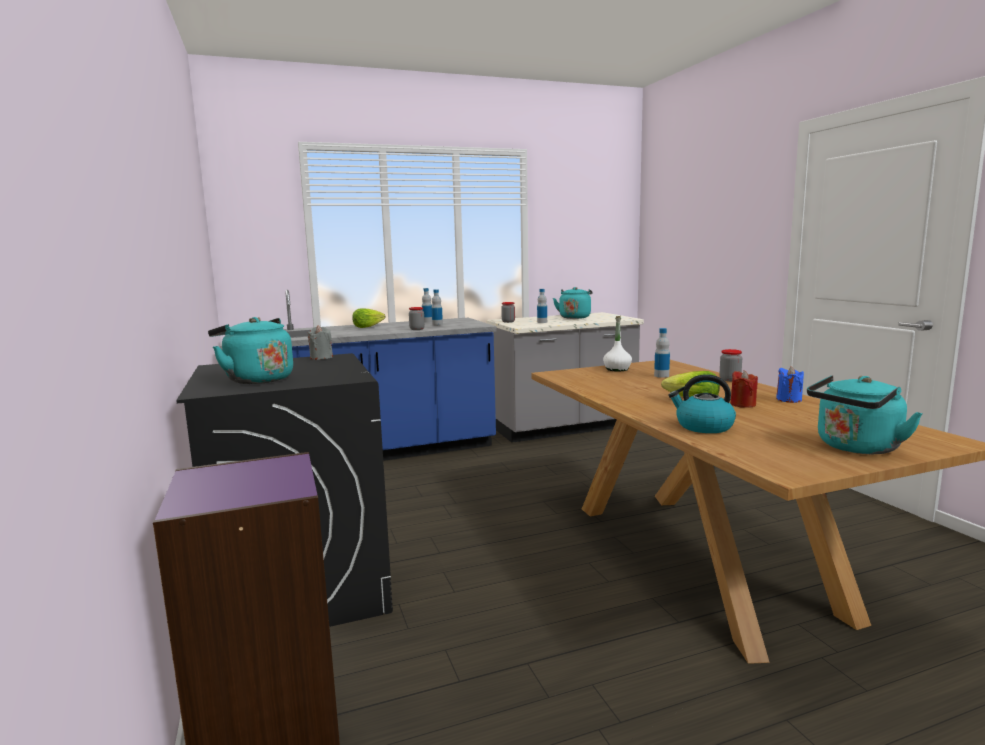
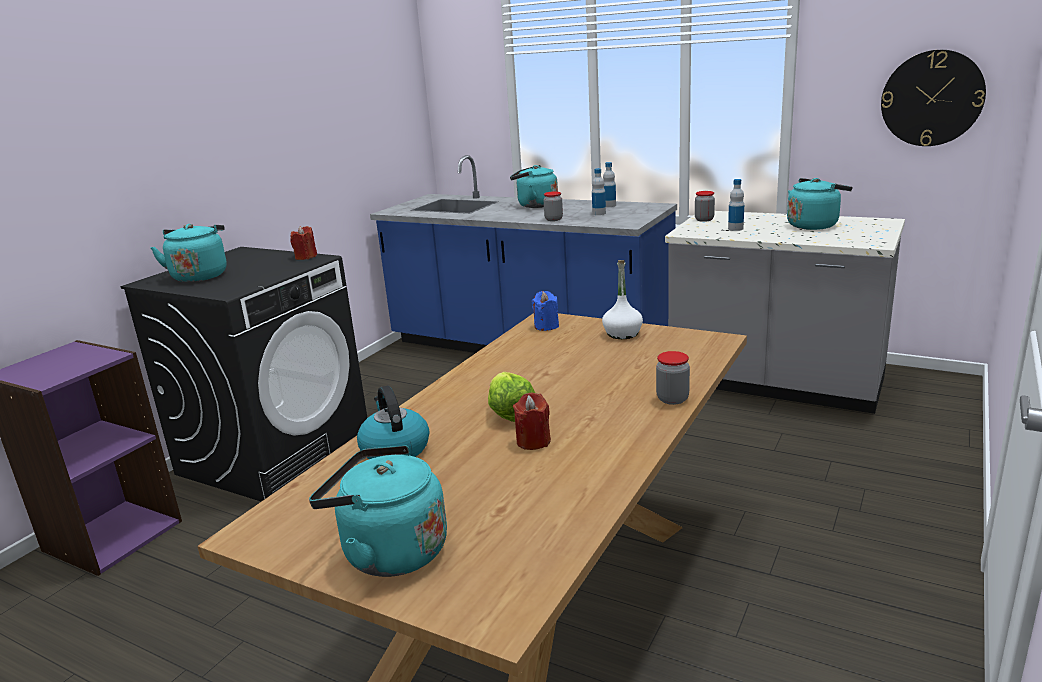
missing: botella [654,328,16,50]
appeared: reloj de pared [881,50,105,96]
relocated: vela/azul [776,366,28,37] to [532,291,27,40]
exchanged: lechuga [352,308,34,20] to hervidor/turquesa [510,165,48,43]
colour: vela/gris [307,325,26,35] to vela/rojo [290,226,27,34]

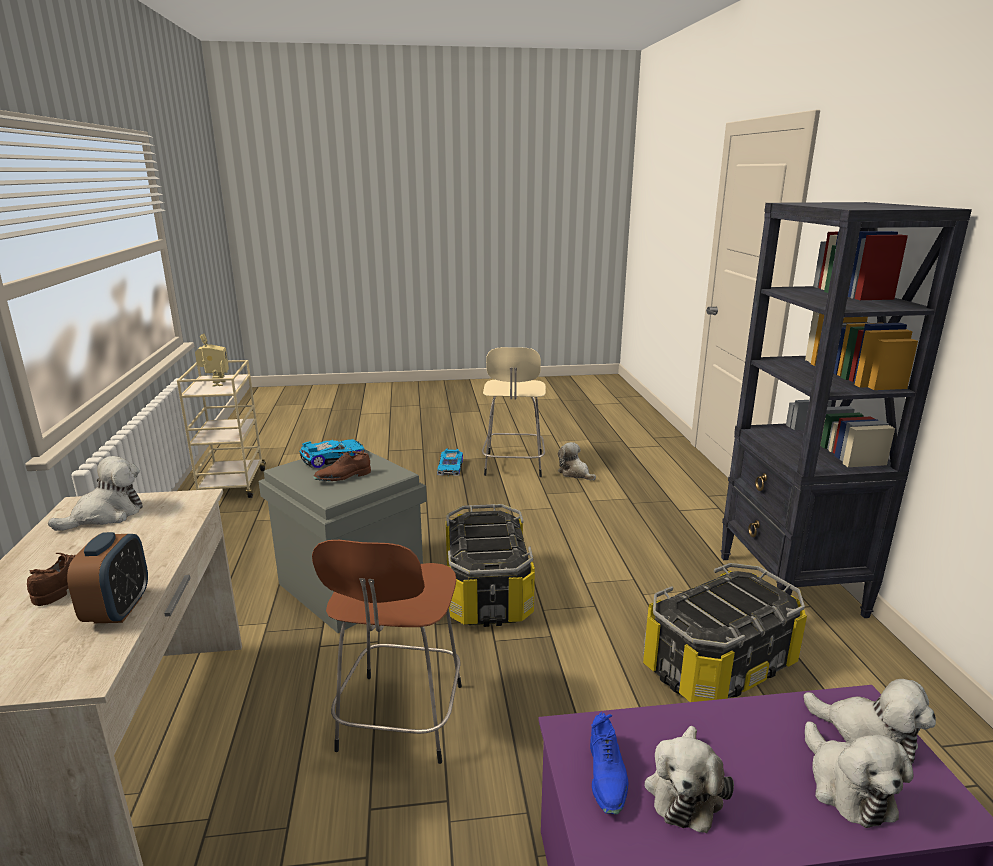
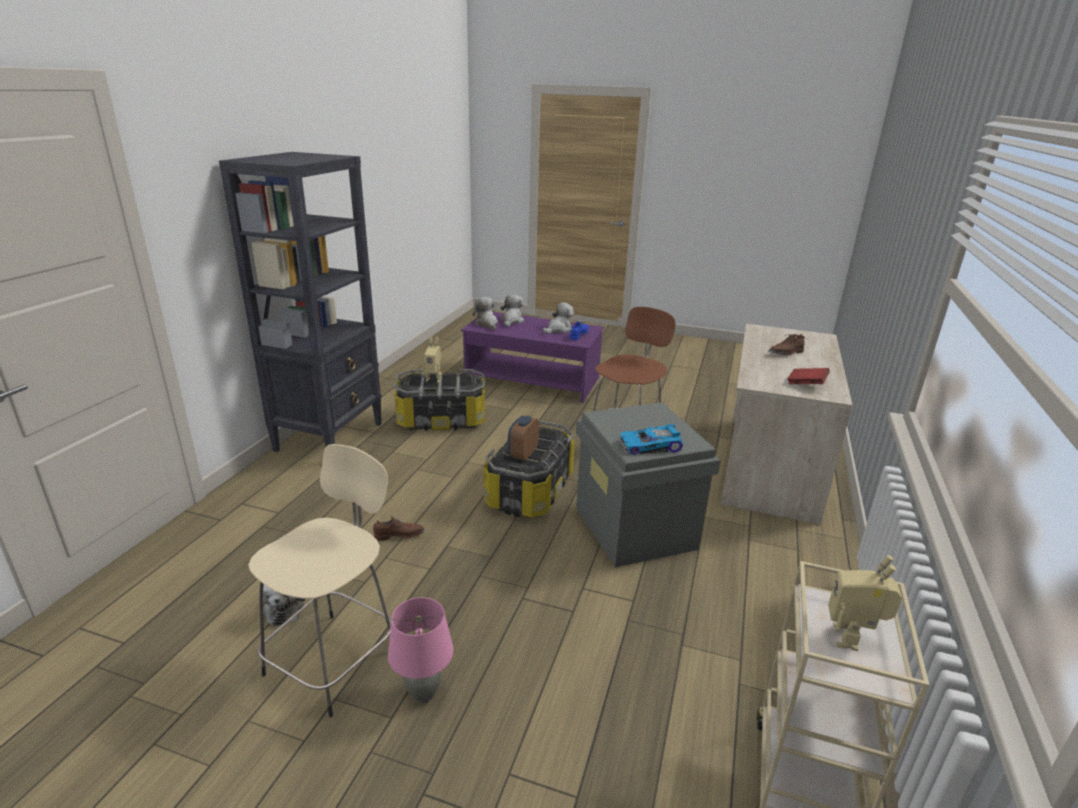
appeared: robot de juguete [422,336,19,47]
relocated: zapato/marrón [313,450,58,31] to [373,516,52,25]; despertador [67,532,81,91] to [508,416,31,44]
exchanged: coche de juguete [437,448,26,28] to lámpara de mesa/rosa [388,597,65,106]; peluche [48,456,95,75] to libro/rojo [788,368,42,16]

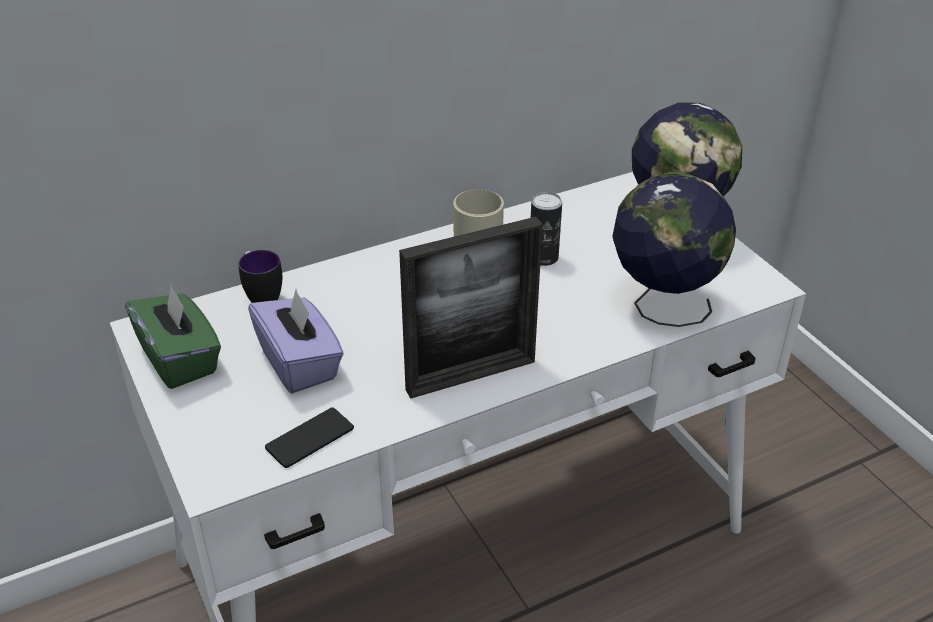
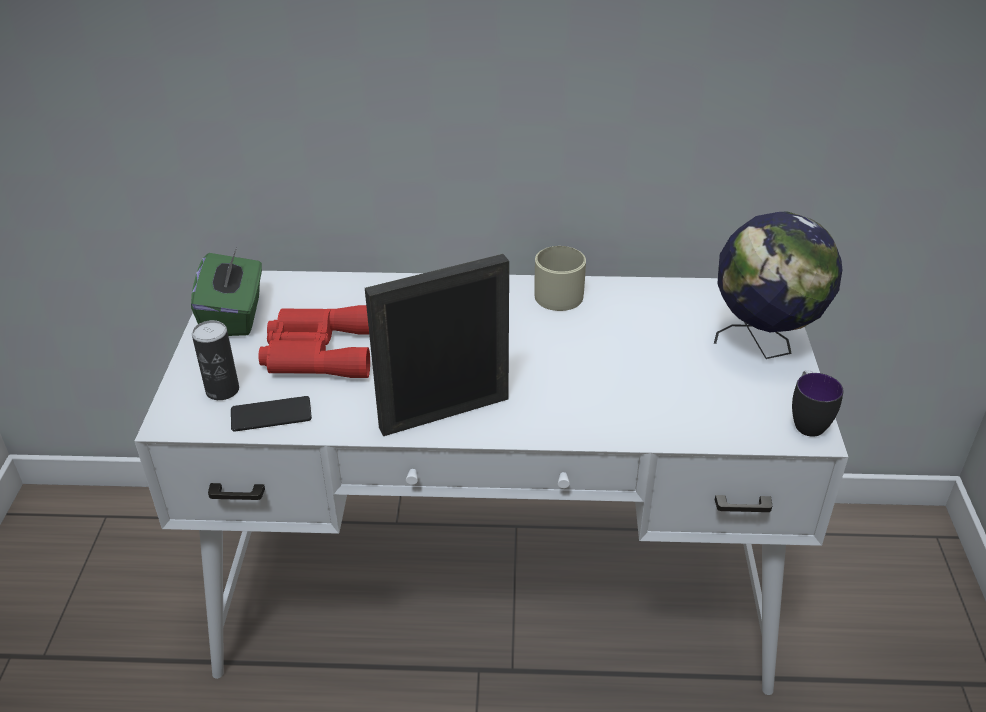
missing: globo terráqueo [612,172,124,155]
relocated: lata [531,192,31,74] to [192,320,47,80]; taza grande [239,250,43,53] to [792,370,52,67]
exchanged: caja de pañuelos/morado [248,289,96,105] to prismáticos/rojo [259,305,111,73]
spun: portarretratos [399,217,144,182] = [365,254,144,182] 150 degrees clockwise

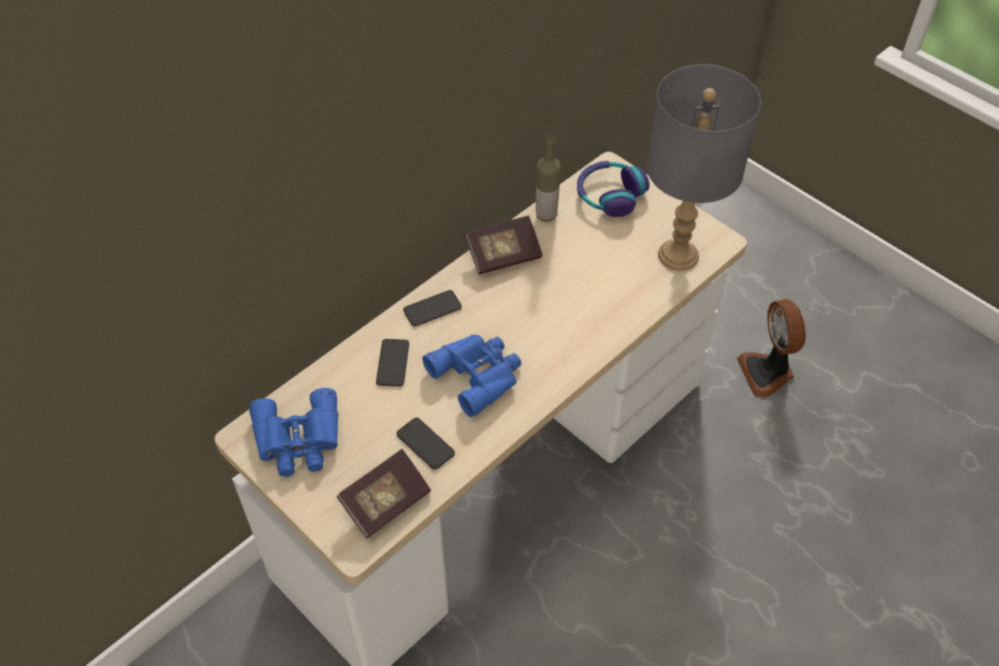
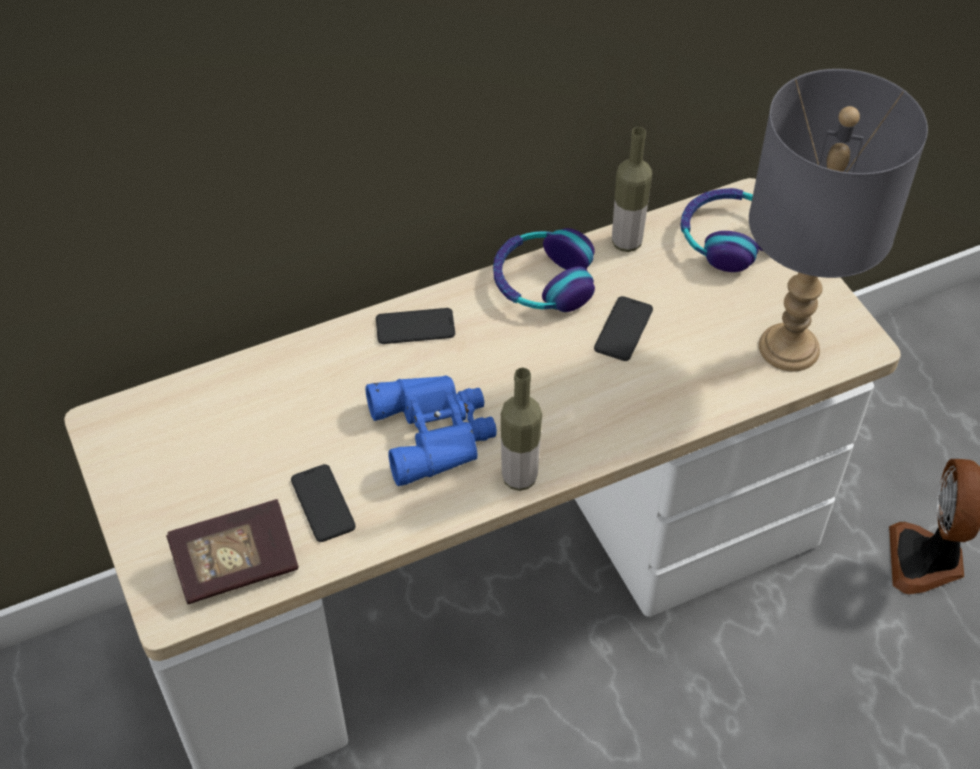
missing: prismáticos/azul [249,388,89,89]
appeared: botella [501,368,41,123]
relocated: móvil [376,339,33,48] to [594,296,59,65]
exchanged: libro [465,215,77,60] to auriculares [493,228,102,84]

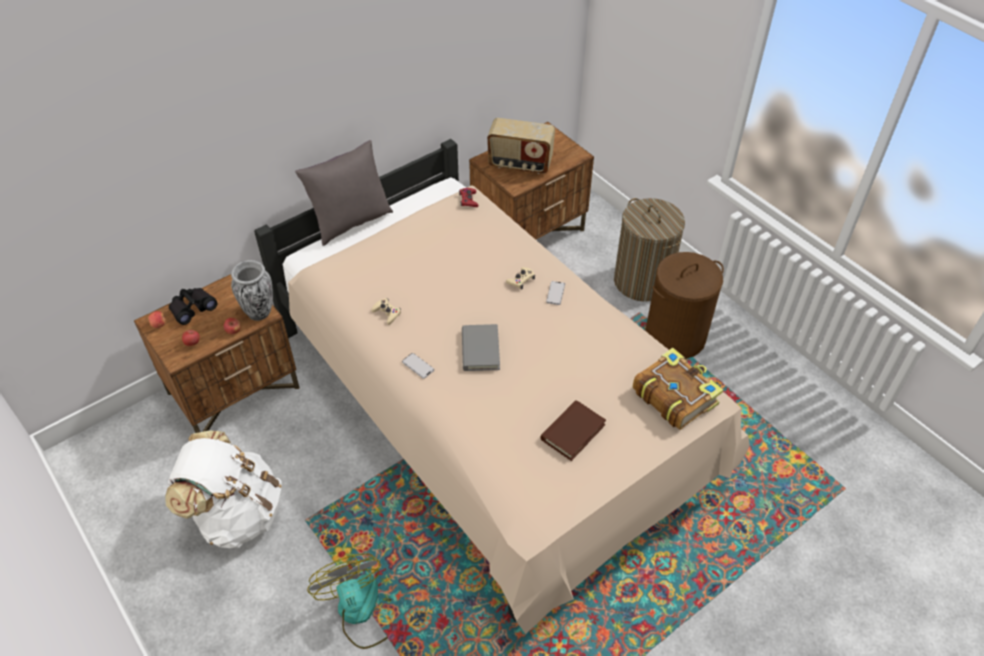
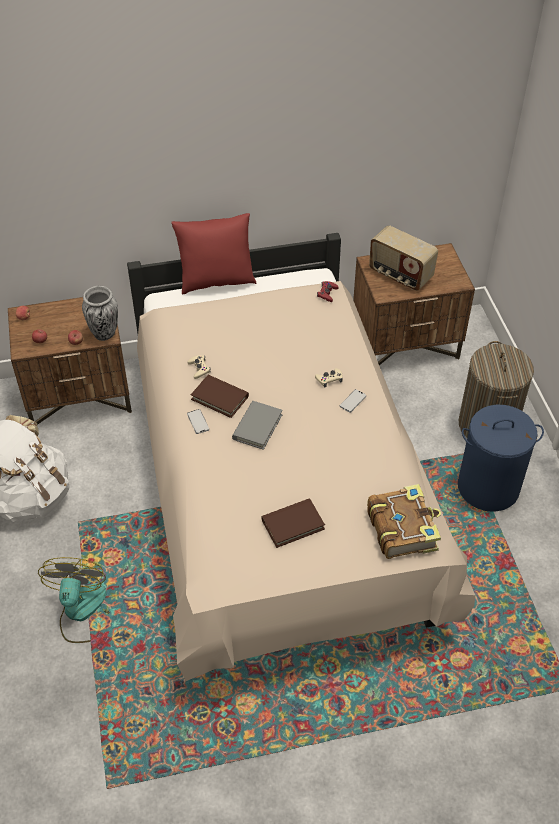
missing: prismáticos/negro [169,288,49,37]
appeared: libro/marrón [191,375,58,43]
colour: cojín/gris [295,140,98,106] to cojín/rojo [171,213,86,81]; cesto de la ropa/marrón [645,252,79,107] to cesto de la ropa/azul [458,405,86,107]

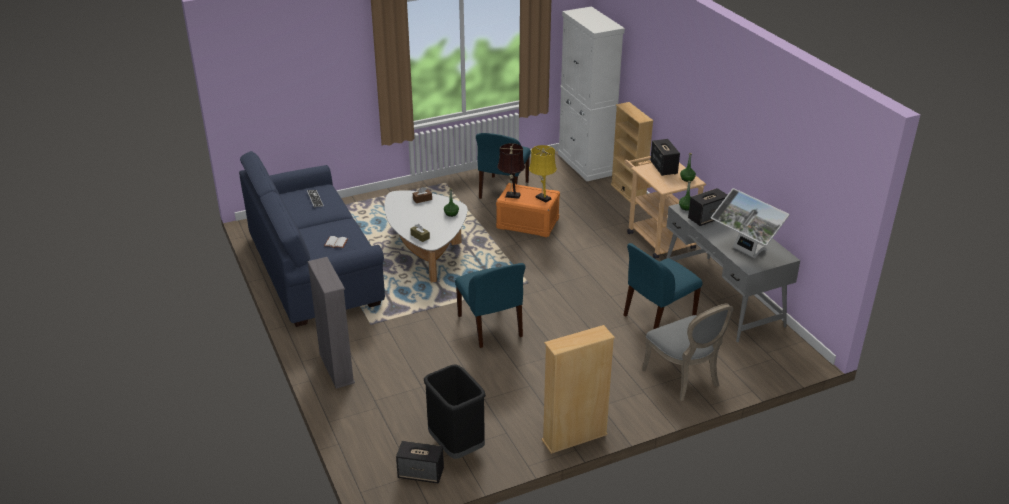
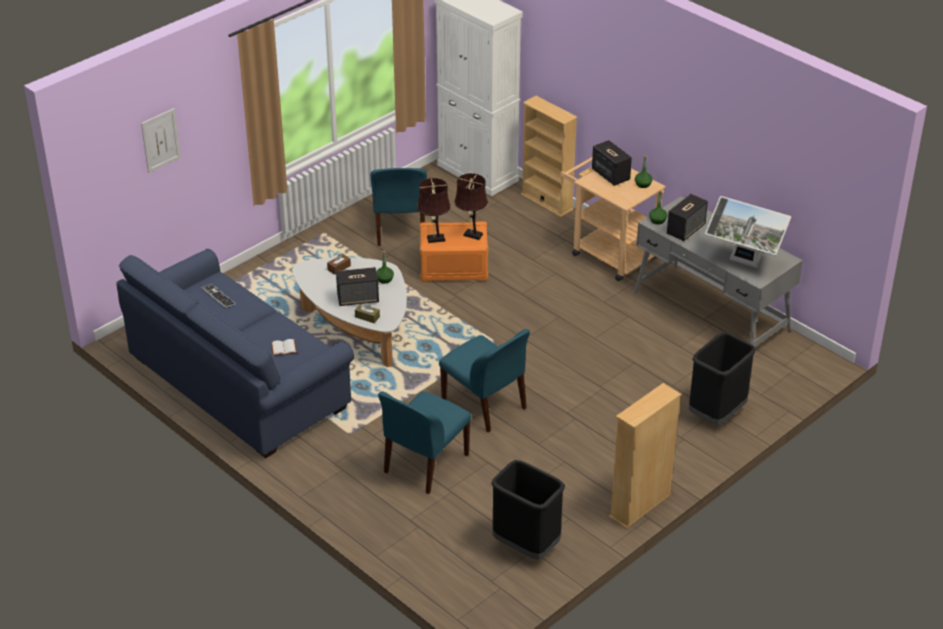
missing: estantería/gris [308,257,47,132]
appeared: cuadro [141,108,40,65]
relocated: altavoz [396,441,48,42] to [336,267,43,39]; silla/azul [624,243,79,86] to [378,391,93,103]
exchanged: silla/gris [642,303,92,98] to papelera/negro [689,332,67,93]
colour: lámpara de mesa/amarillo [529,145,28,57] to lámpara de mesa/marrón [454,173,34,67]

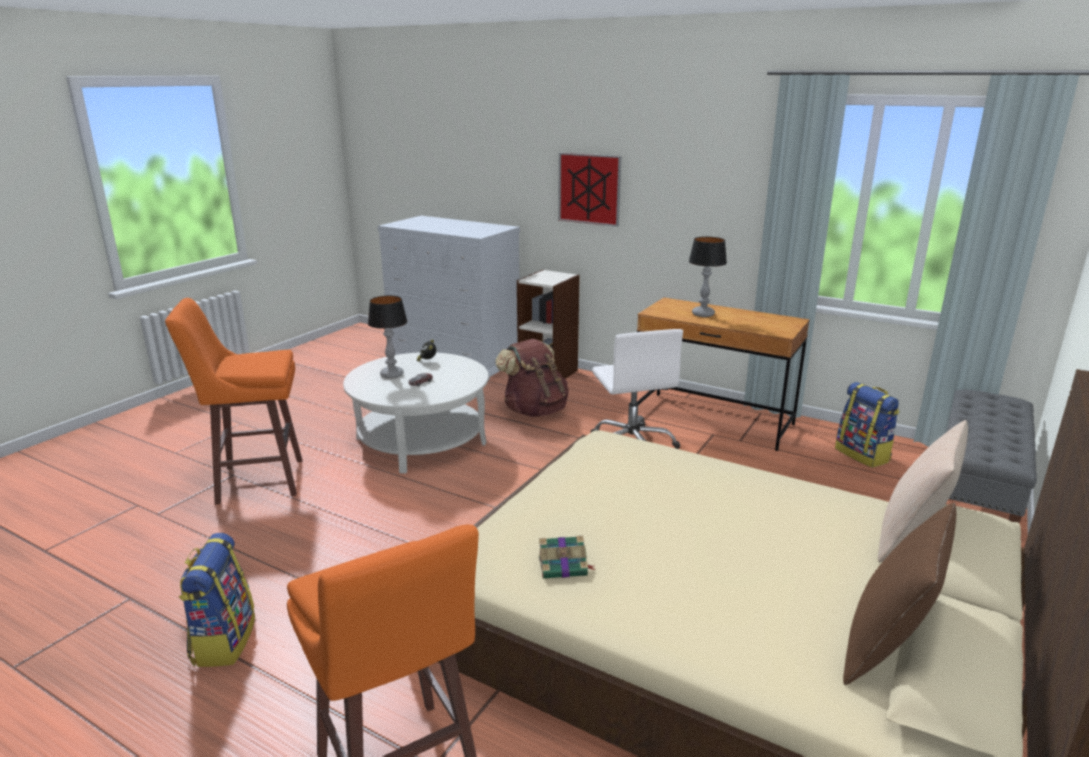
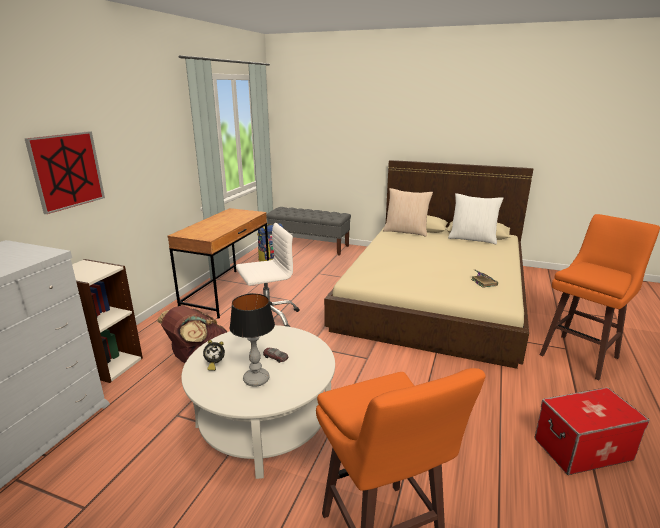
missing: lámpara de mesa [689,236,38,81]
exchanged: mochila [179,533,76,134] to caja de almacenaje [534,387,116,88]
colour: cojín/marrón [843,503,113,182] to cojín/blanco [448,193,55,51]

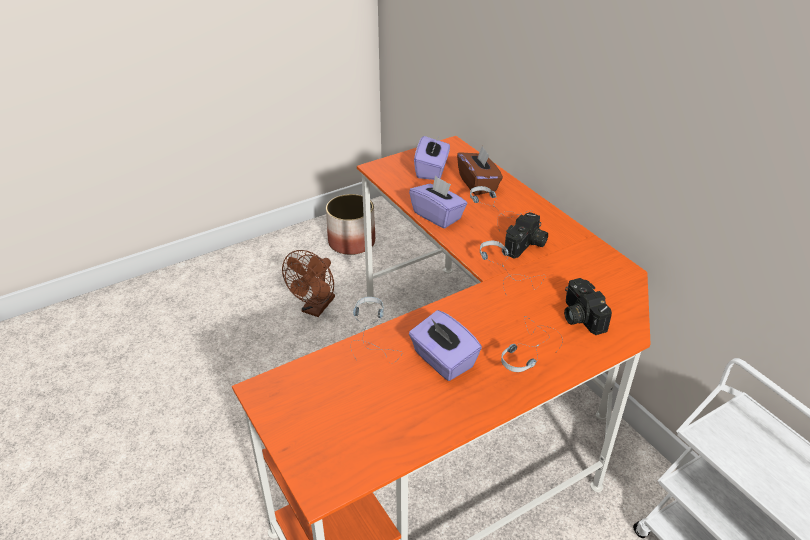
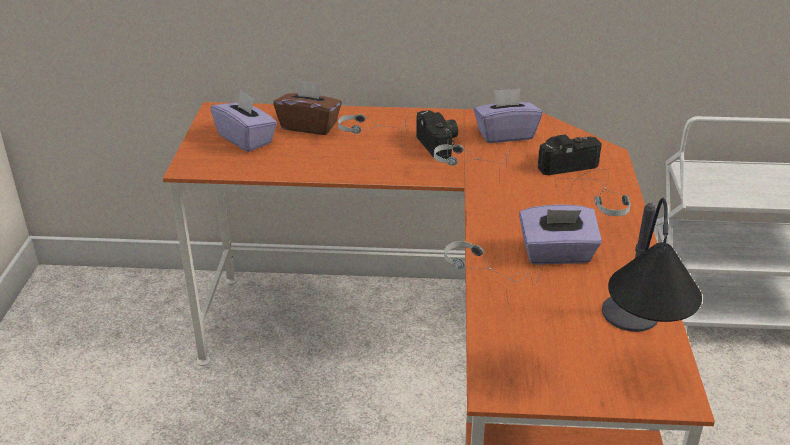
missing: ventilador/marrón [282,250,53,67]; maceta [326,194,49,61]
appeared: lámpara de mesa [602,198,100,134]
relocated: caja de pañuelos/morado [409,176,58,52] to [474,88,69,55]
spun: cámara [564,278,48,57] = [538,134,64,41] 150 degrees clockwise

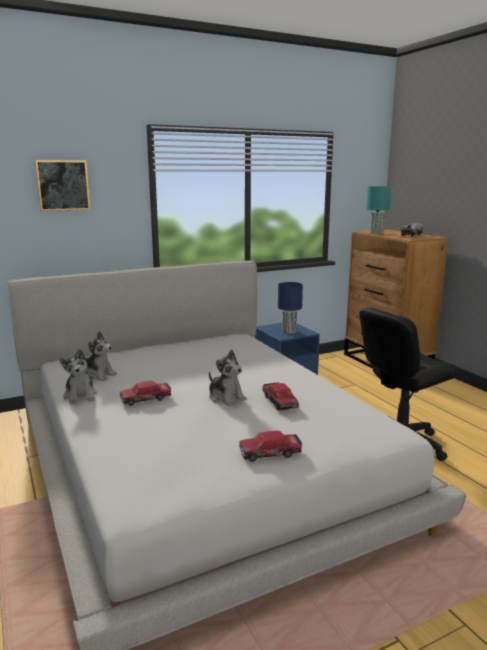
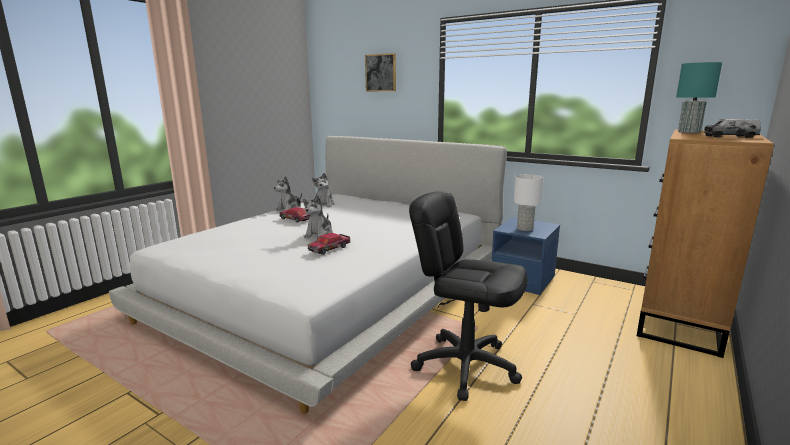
missing: coche de juguete [239,431,63,31]
colour: lámpara de mesa/azul [278,282,25,52] to lámpara de mesa/blanco [513,174,31,57]

